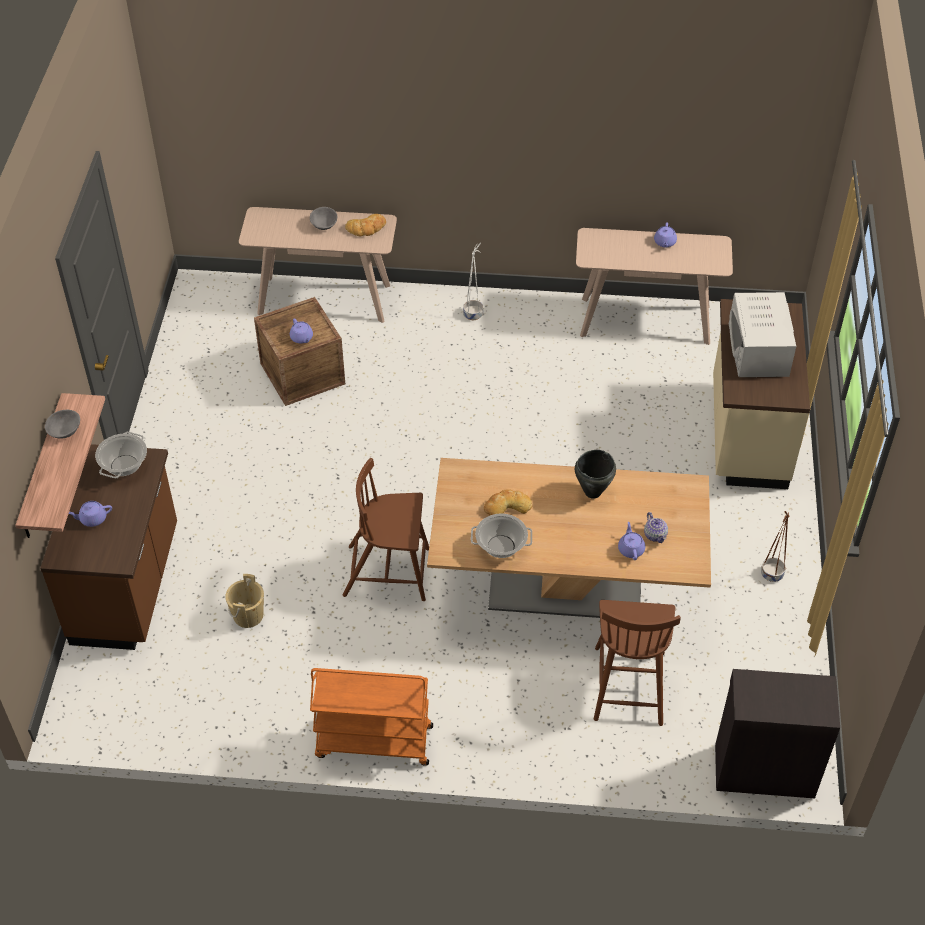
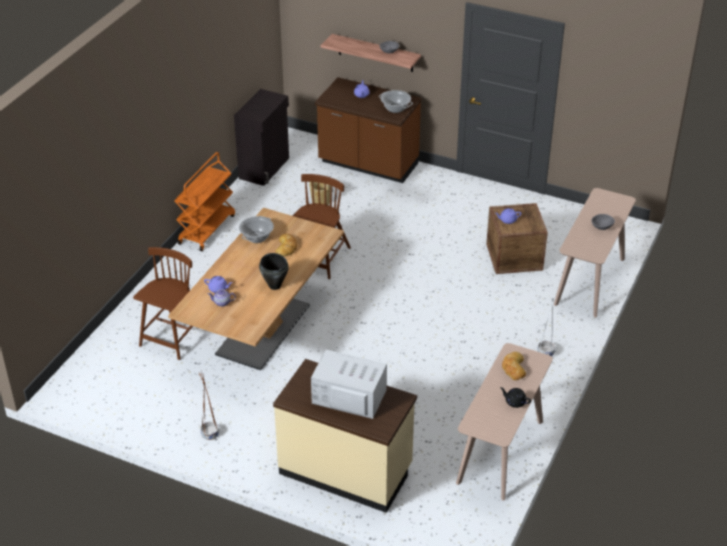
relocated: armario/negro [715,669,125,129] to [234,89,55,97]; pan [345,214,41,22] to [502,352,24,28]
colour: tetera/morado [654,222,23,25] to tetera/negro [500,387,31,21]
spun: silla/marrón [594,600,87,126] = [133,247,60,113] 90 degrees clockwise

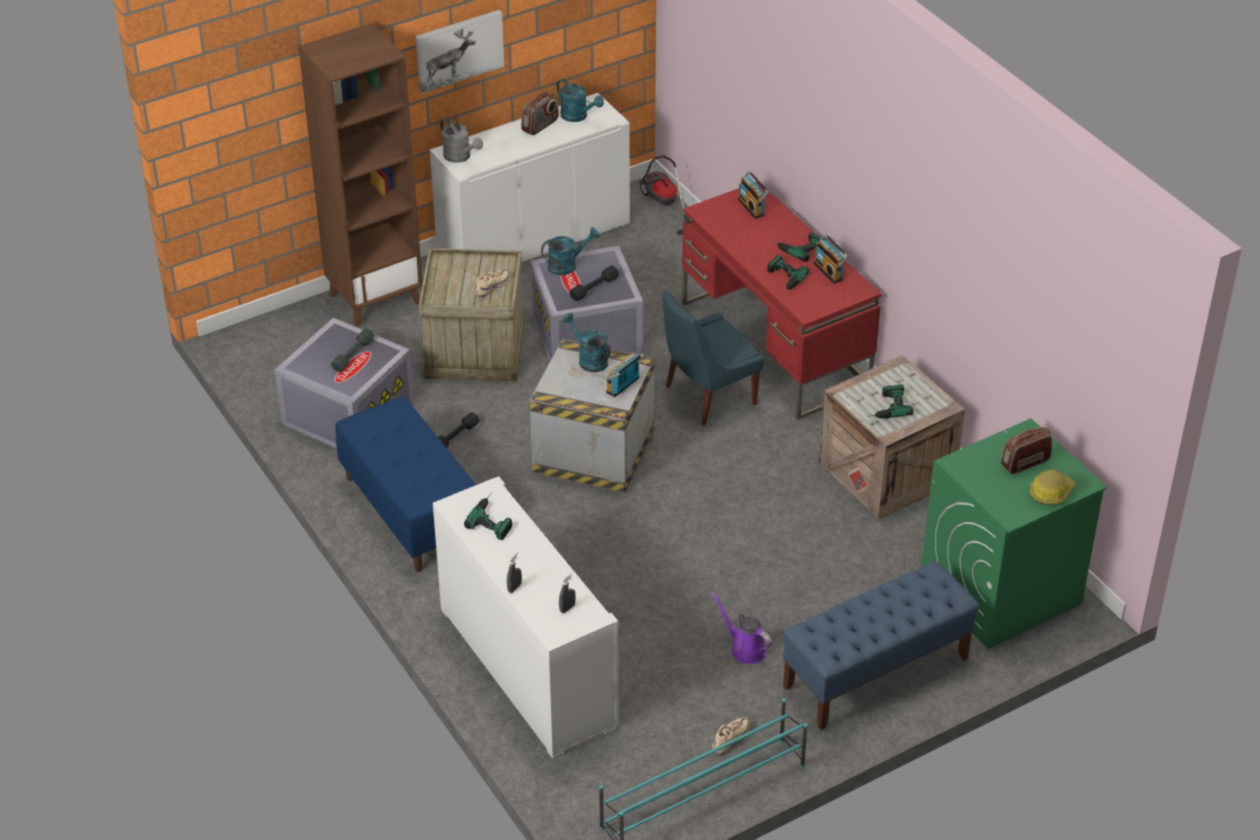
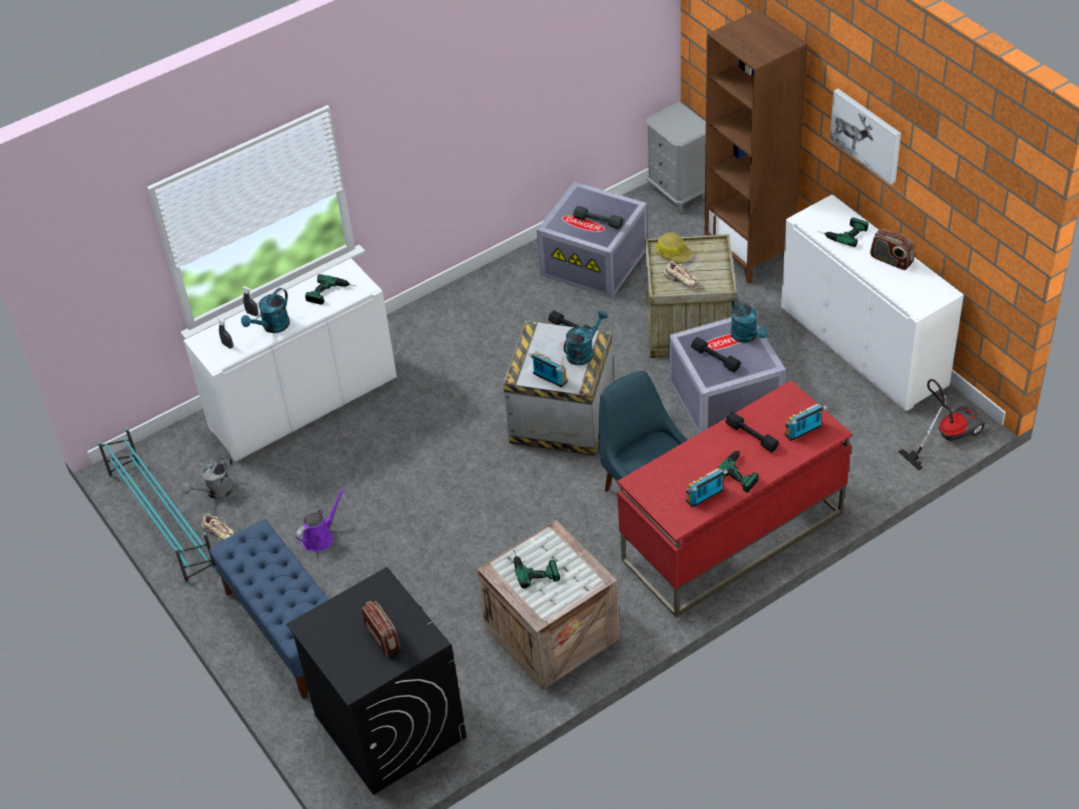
missing: banco/azul [335,397,141,175]
appeared: mesita de noche/gris [646,101,60,112]; mancuerna/negro [725,412,54,40]
relocated: regadera/gris [440,118,43,45] to [182,455,51,44]; regadera/turquesa [556,79,48,43] to [241,288,49,45]; casco [1030,470,45,35] to [655,232,37,30]; taladro [767,255,43,35] to [818,218,51,29]
colour: lavadora/verde [921,418,186,231] to lavadora/negro [286,567,180,228]

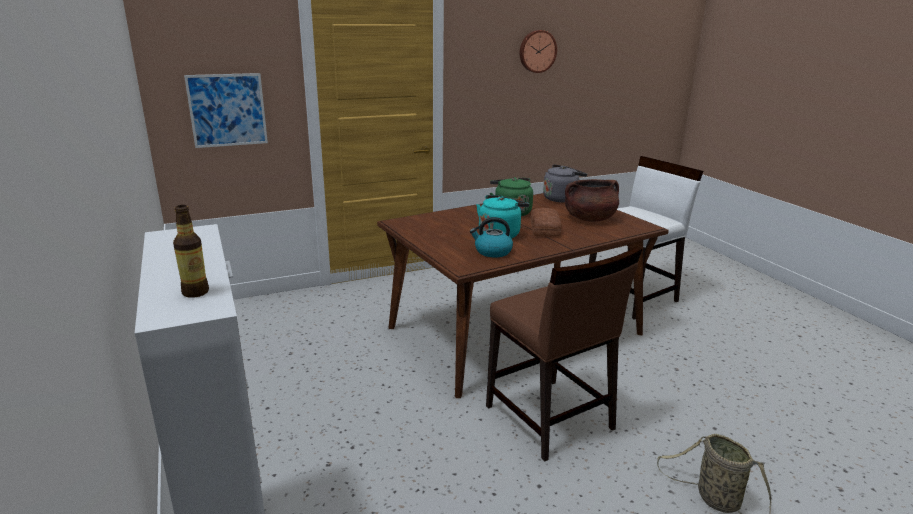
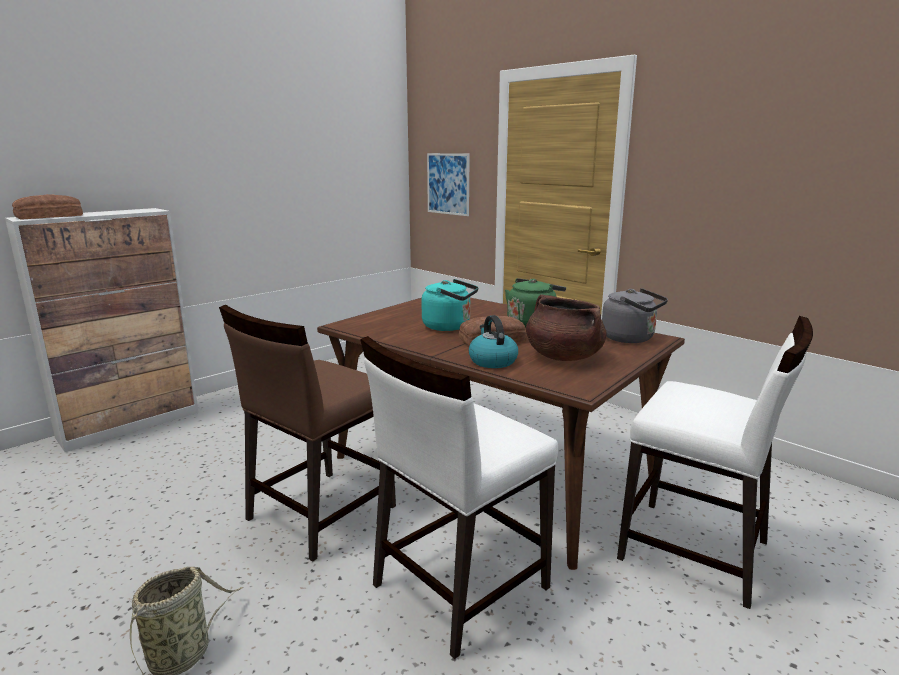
missing: reloj de pared [520,30,37,43]
appeared: silla/blanco [360,336,198,323]
relocated: hervidor [470,217,43,41] to [469,315,49,53]
exchanged: botella [173,205,36,93] to pan [12,194,71,26]

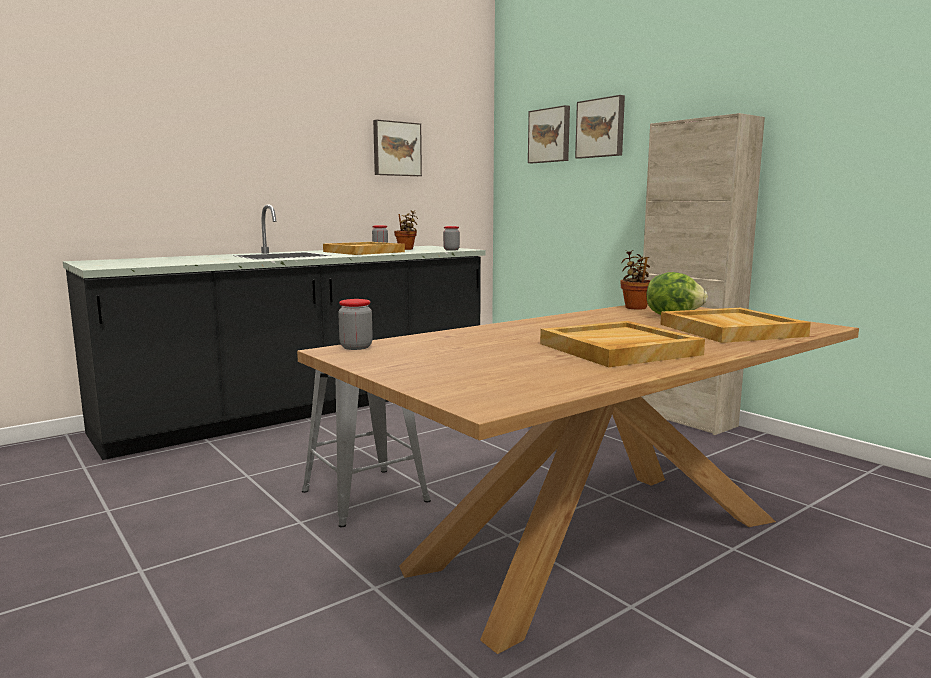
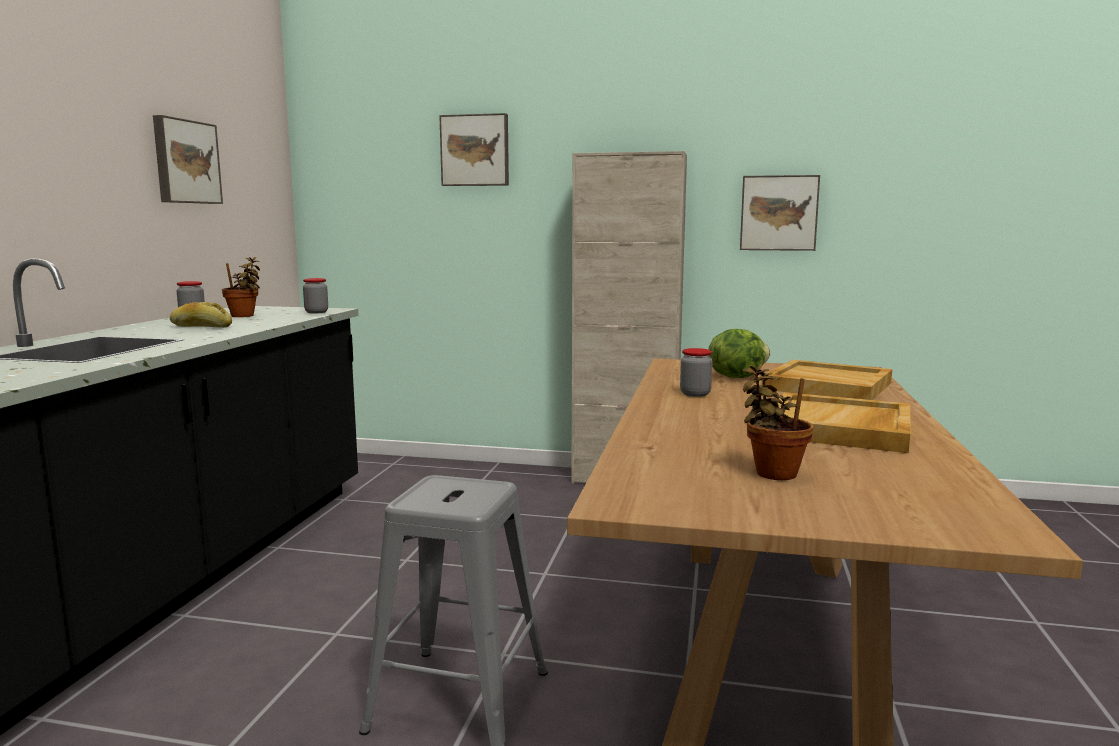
relocated: tarro [338,299,35,51] to [680,348,32,49]; cuadro [528,105,42,58] to [740,175,80,76]; planta en maceta [620,250,31,60] to [743,364,70,116]
exchanged: bandeja/beis [323,242,82,13] to pan [170,302,62,26]

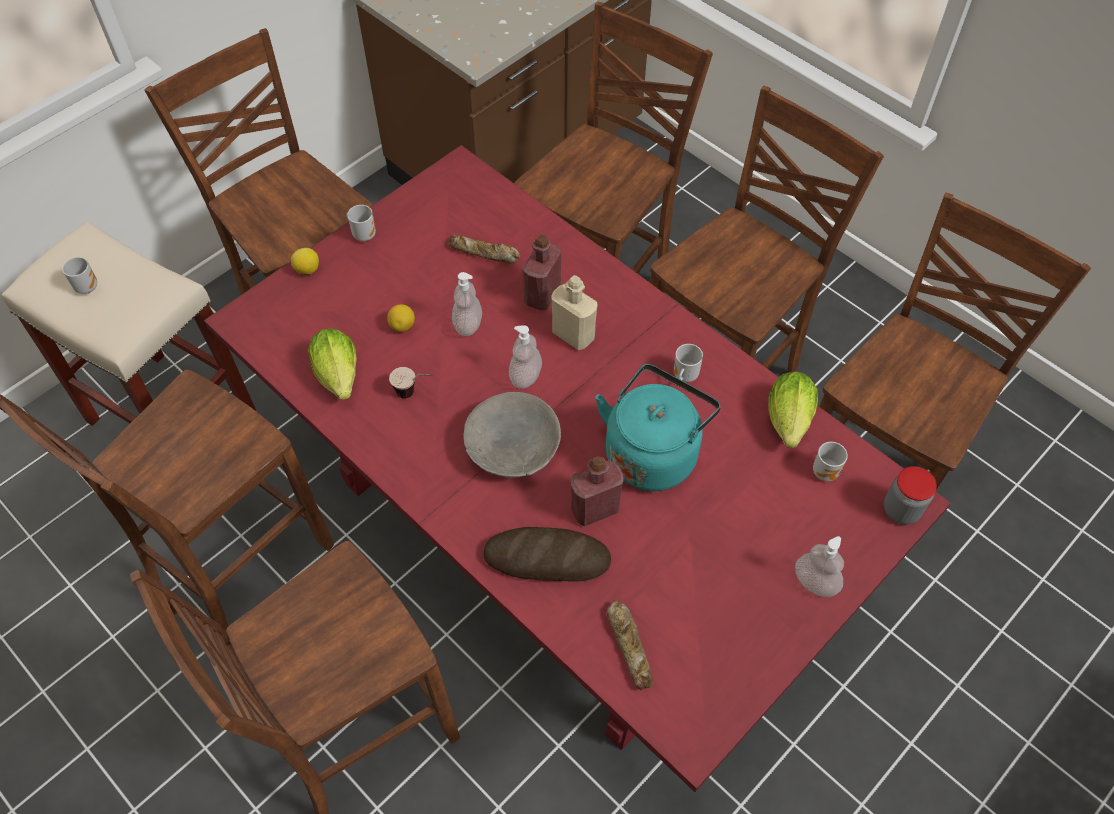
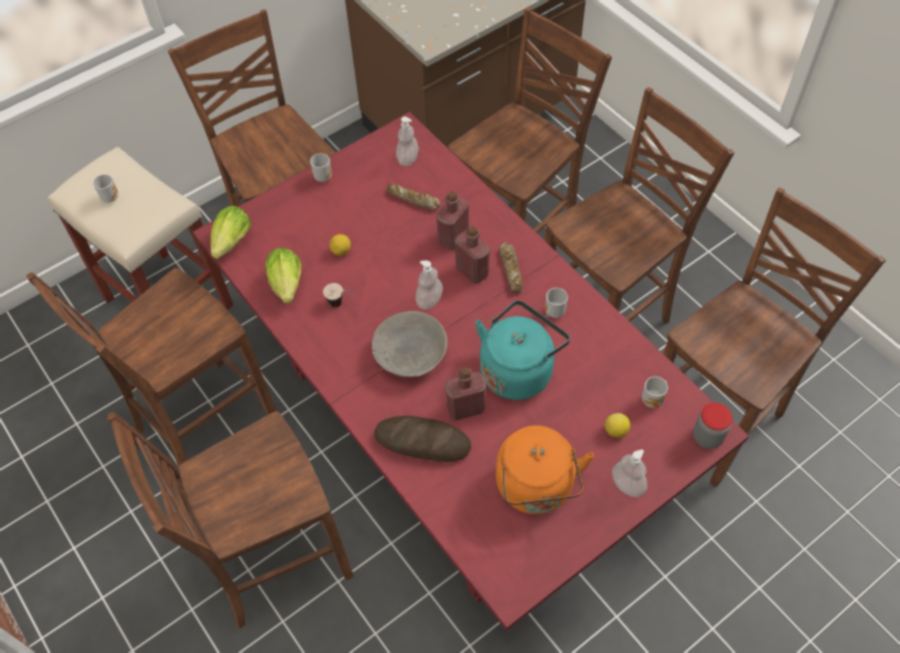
appeared: hervidor/naranja [496,425,98,89]
relocated: lechuga [768,372,50,76] to [211,206,40,53]; dispensador de jabón [452,272,30,64] to [396,117,23,49]; pan [607,600,46,90] to [499,242,24,52]; limón [291,248,28,26] to [605,413,25,25]
colour: botella/beis [551,275,47,75] to botella/rojo [455,225,35,59]

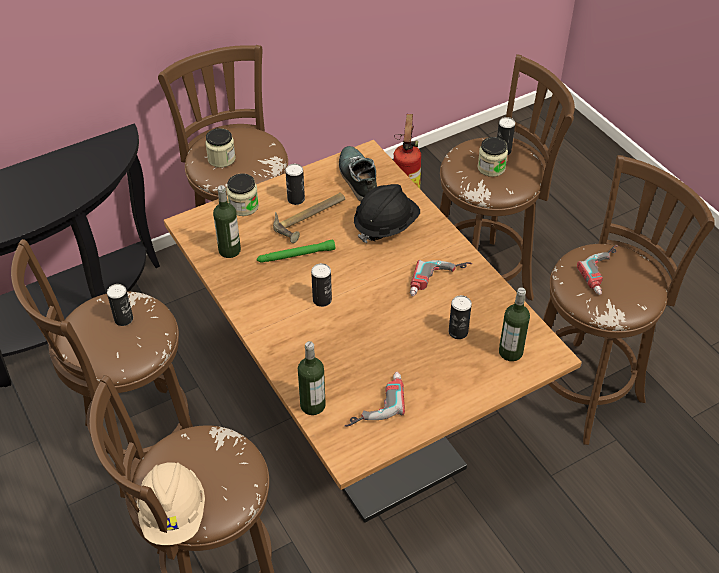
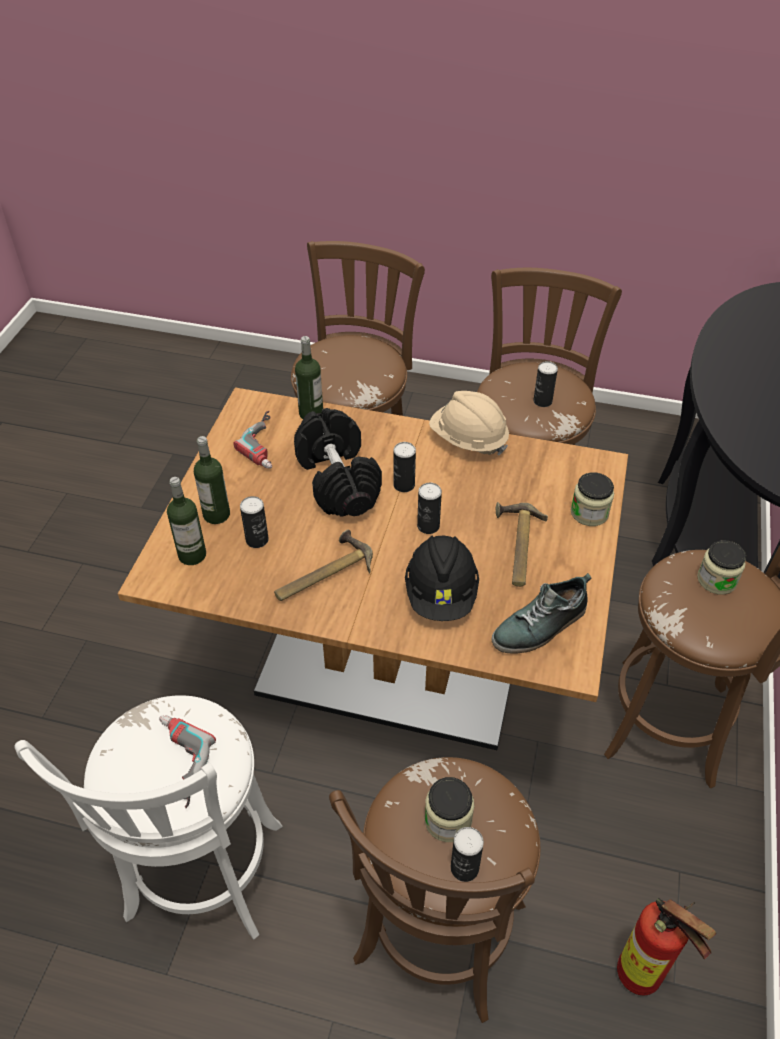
missing: linterna/verde [257,239,78,24]
appeared: mancuerna/negro [294,408,88,109]
relocated: botella [213,185,28,73] to [194,436,36,88]; lata [285,164,20,41] to [417,483,25,51]; casco/beis [137,462,68,83] to [429,391,80,64]
exchanged: taladro [410,260,62,36] to martillo [274,530,99,71]
colour: taburete/marrón [543,155,172,290] to taburete/blanco [14,695,269,244]
spun: zapato [339,146,38,56] = [492,573,99,81] 120 degrees clockwise

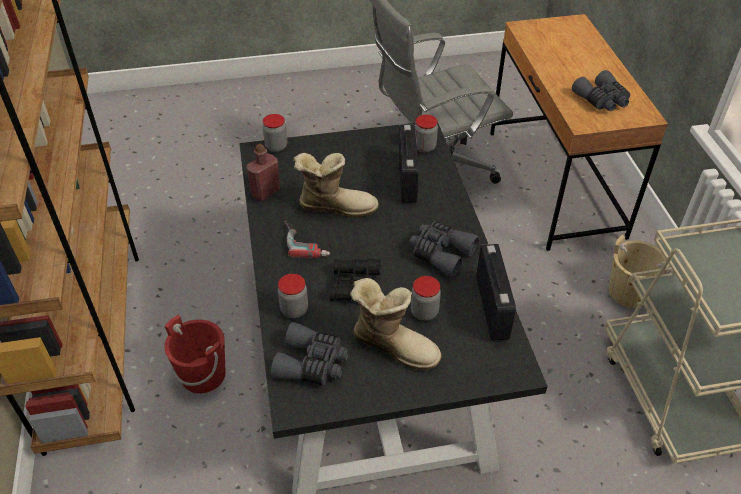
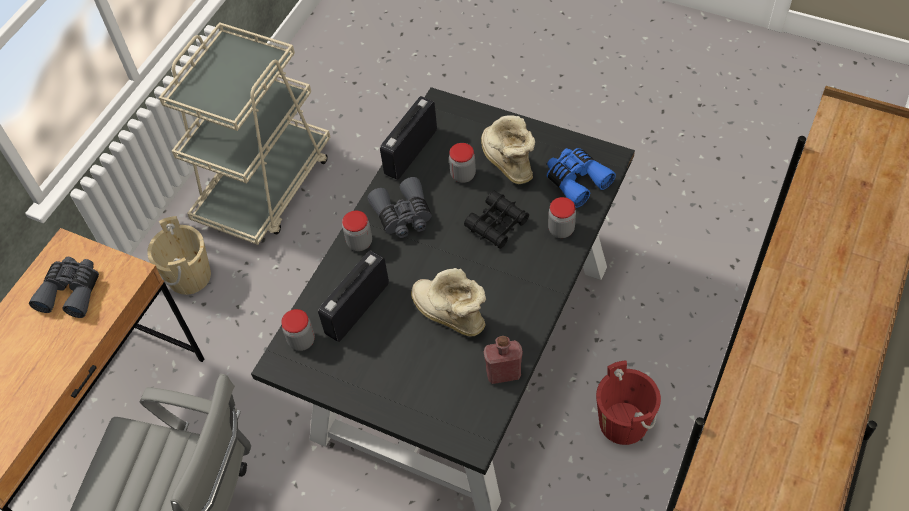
missing: taladro [284,220,46,38]
relocated: tarro [263,114,25,38] to [342,211,30,40]
colour: prismáticos/gris [271,322,78,63] to prismáticos/azul [547,148,69,60]

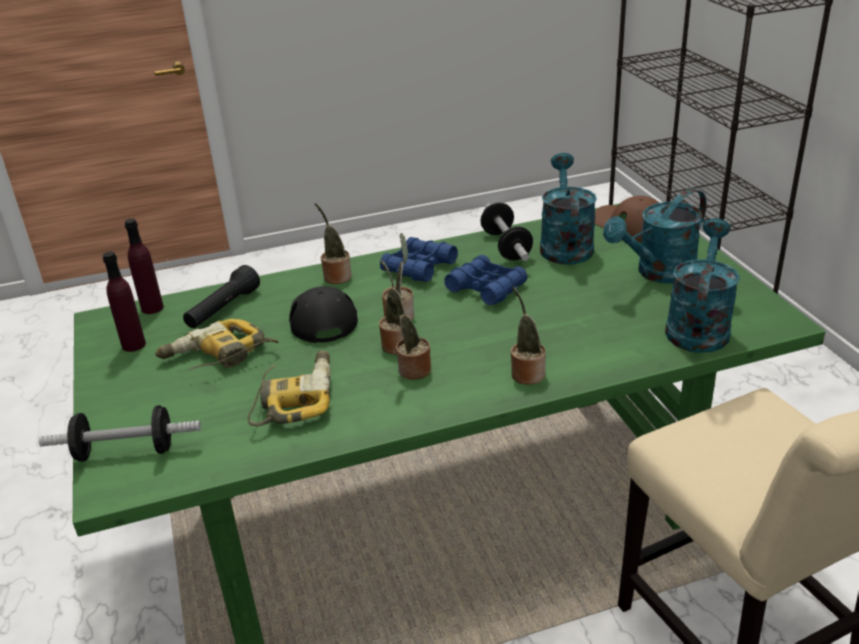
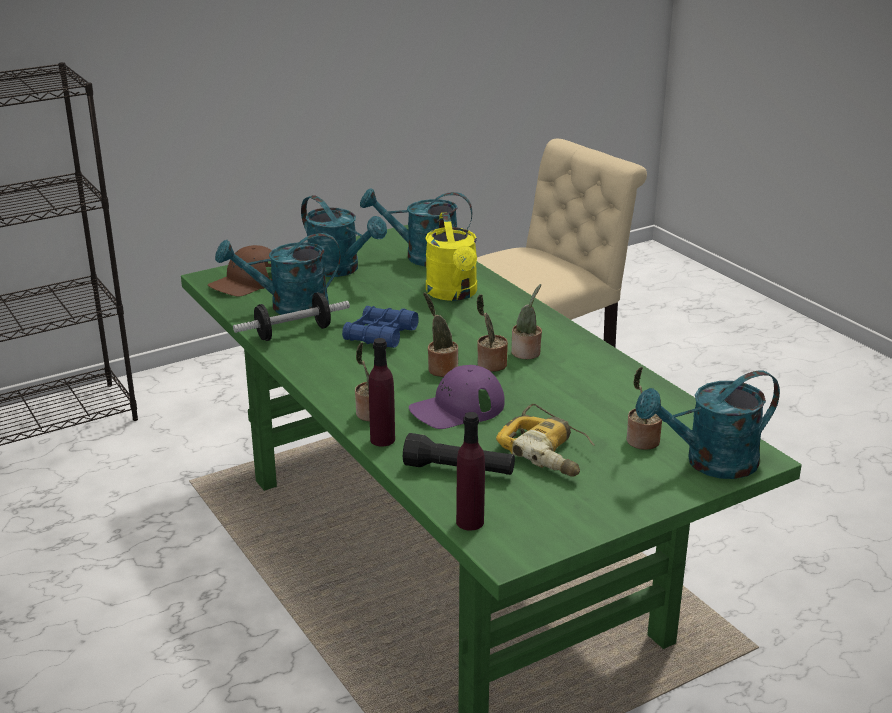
missing: taladro [248,351,82,75]; prismáticos/azul [380,237,78,45]
appeared: regadera/amarillo [425,212,52,89]
relocated: botella/morado [103,251,43,101] to [369,338,26,108]; planta en maceta [511,287,35,98] to [627,367,35,83]
exchanged: mancuerna [39,405,162,57] to regadera/turquesa [635,370,145,109]
colour: gorra/negro [289,286,69,57] to gorra/morado [409,365,96,64]

